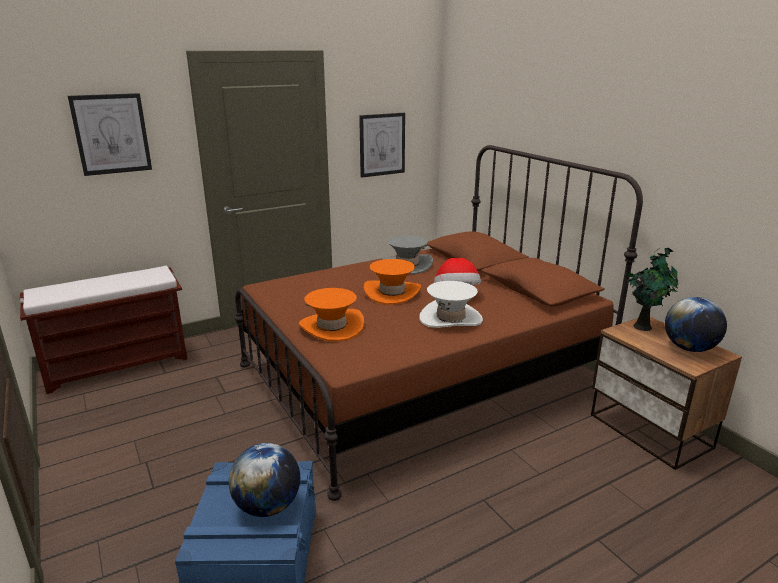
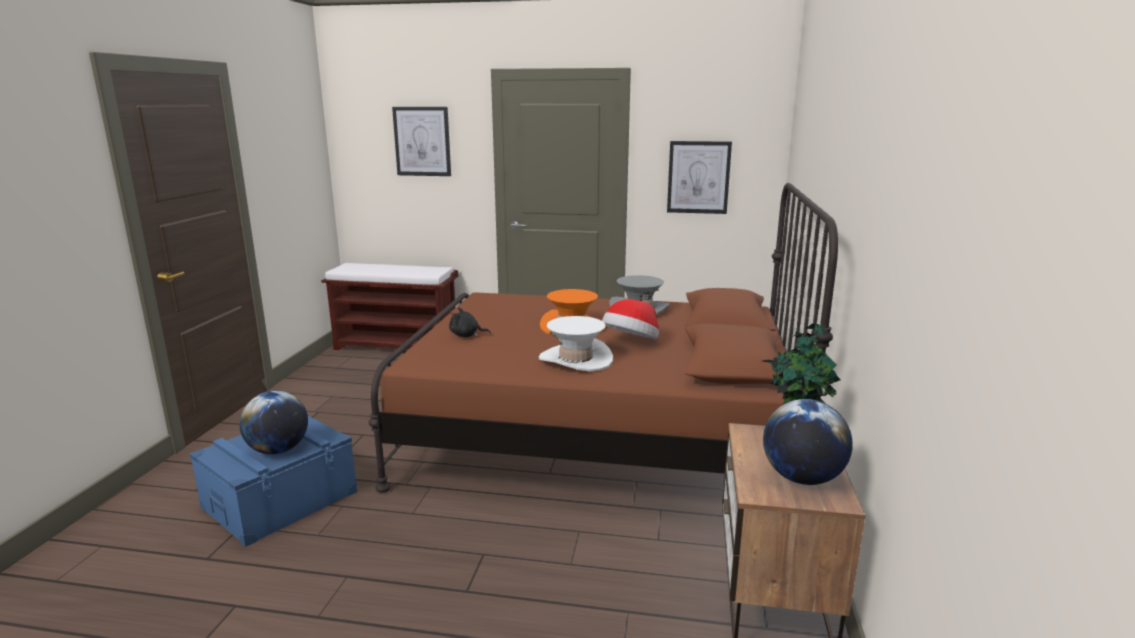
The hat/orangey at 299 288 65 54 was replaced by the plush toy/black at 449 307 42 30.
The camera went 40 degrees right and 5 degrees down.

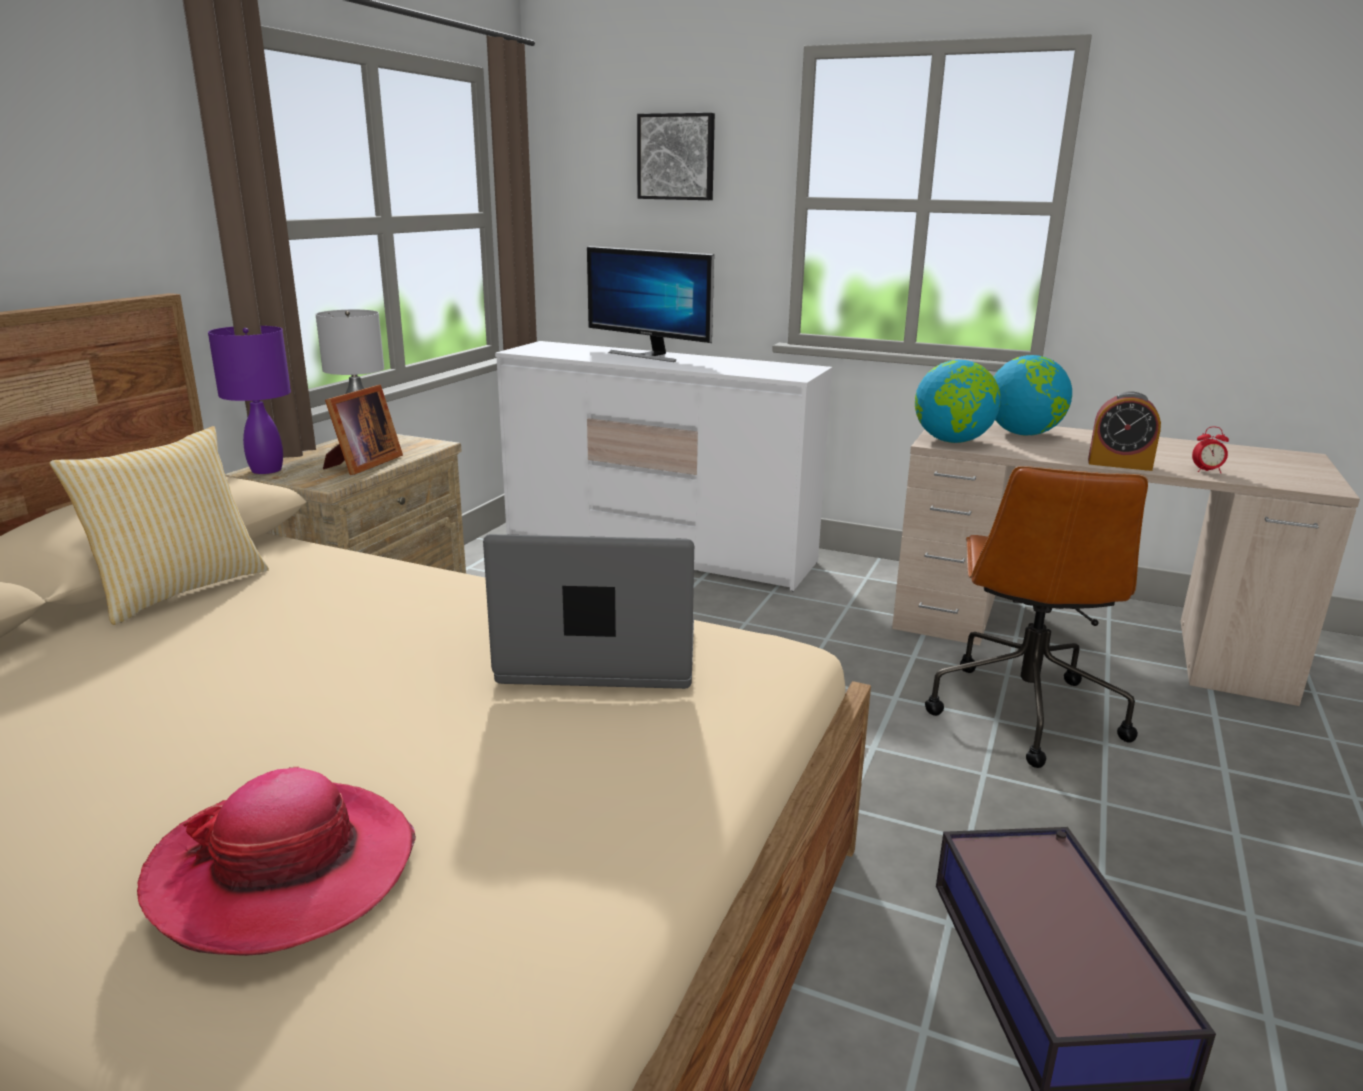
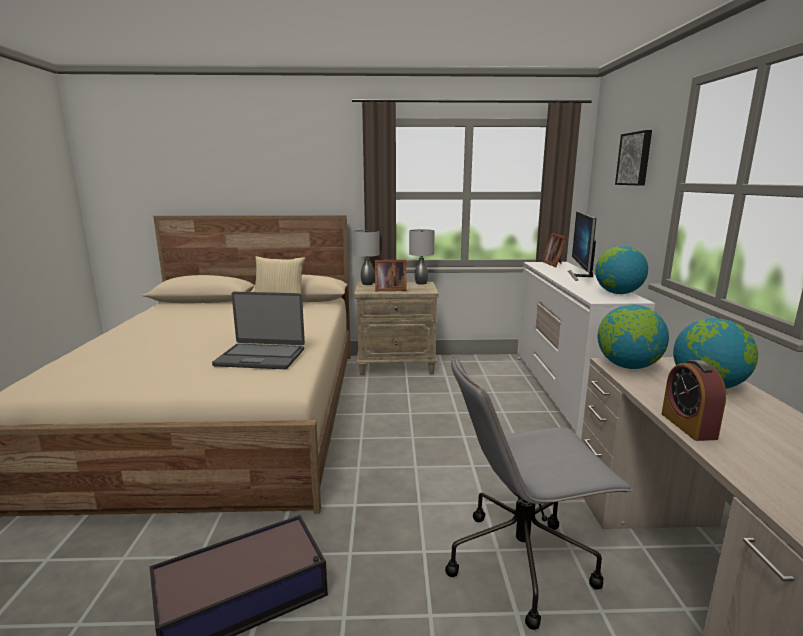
The hat at 137 767 279 189 disappeared.
The table clock at 1192 427 37 46 disappeared.
The standing frame at 542 233 25 34 appeared.
The world globe at 595 246 53 48 appeared.
The lamp for a table/purplish at 208 326 83 148 became the lamp for a table/greyish at 354 230 26 55.
The office chair/brown at 925 466 223 302 became the office chair/greyish at 445 357 189 273.
The notebook computer at 483 534 211 155 turned 120 degrees clockwise.
The camera went 65 degrees right and 5 degrees down.

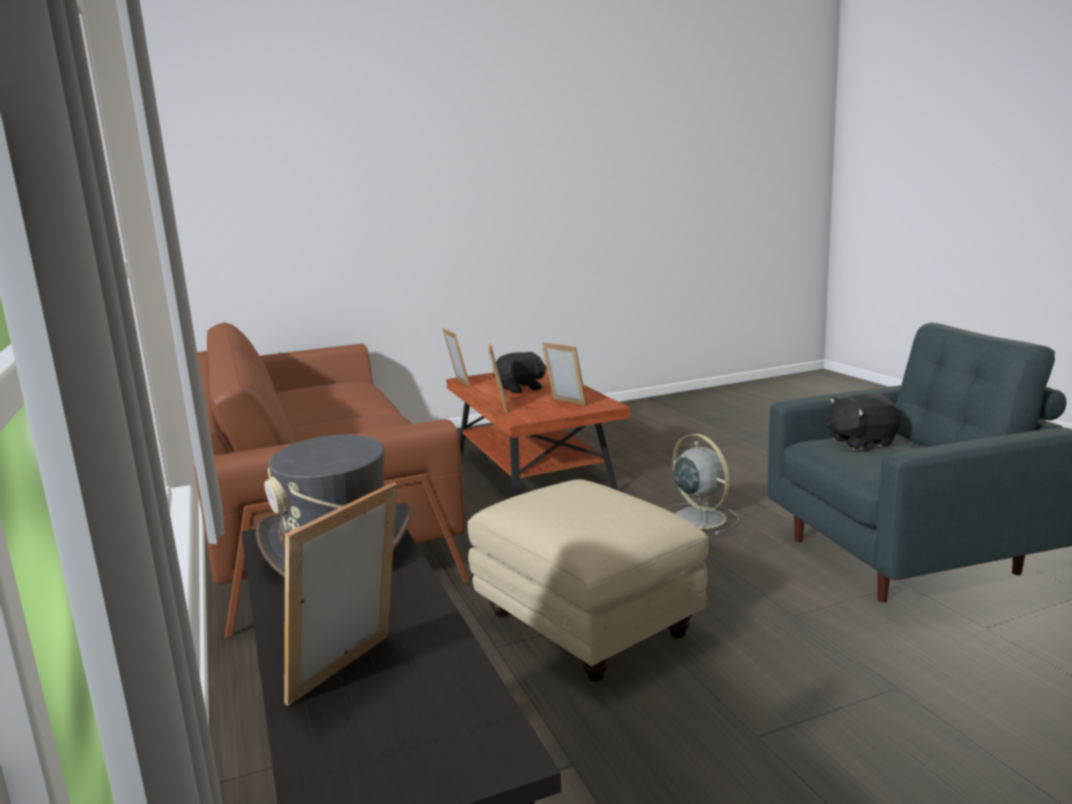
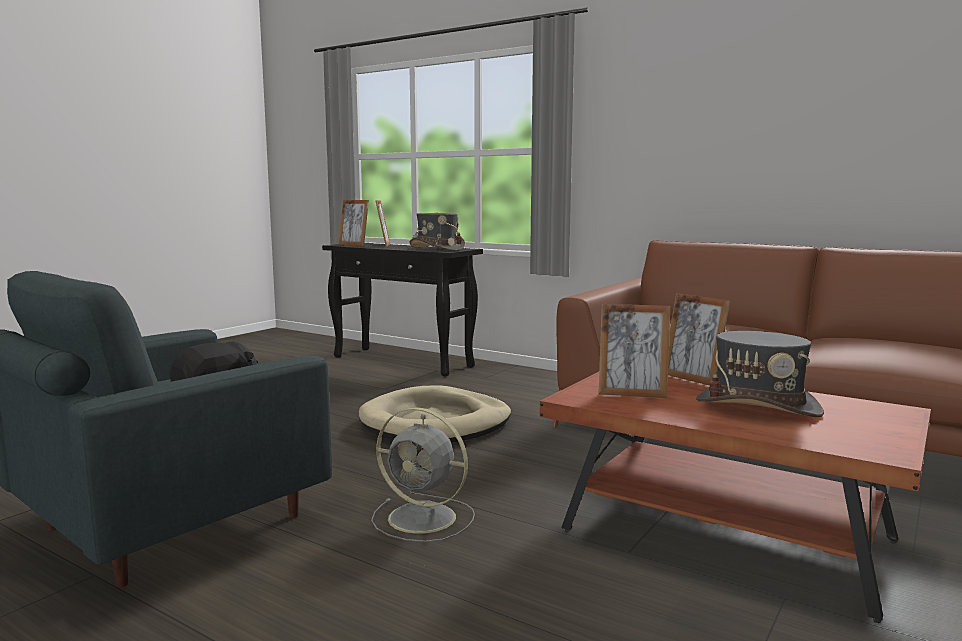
The standing frame moved from 442 328 29 59 to 338 200 31 46.
The pouffe/beige at 467 479 242 203 was replaced by the dog bed/beige at 359 385 152 57.
The plush toy/black at 493 352 53 42 was replaced by the hat/greyish at 696 331 128 87.
The camera went 145 degrees right and 5 degrees down.

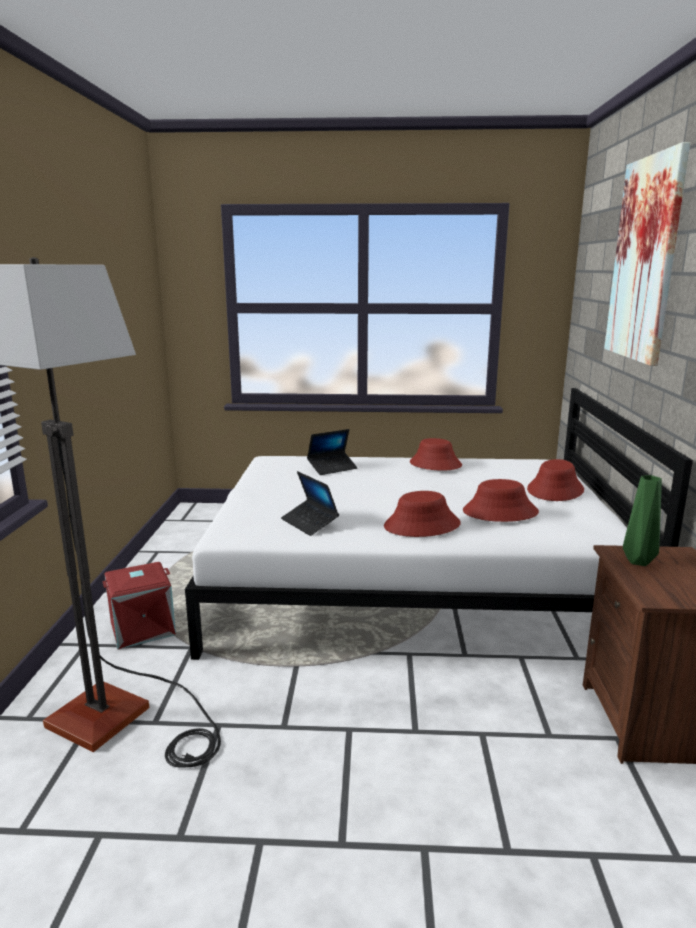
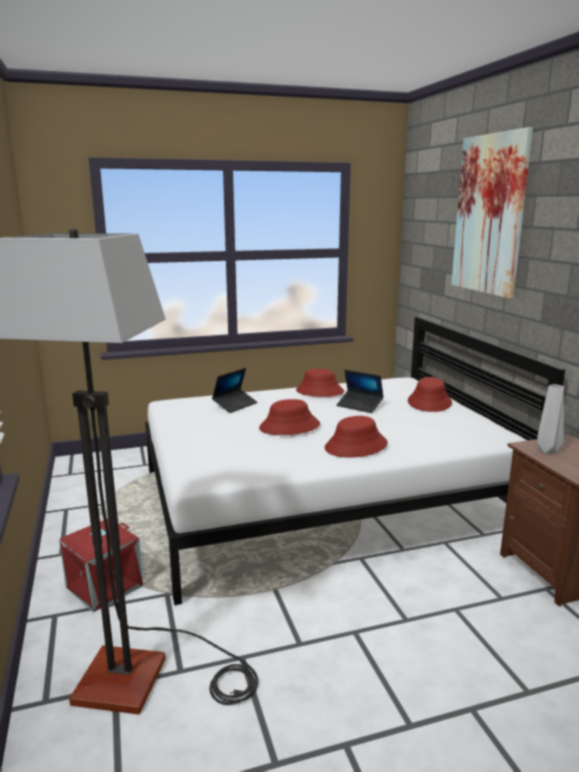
The notebook computer moved from 281 471 58 65 to 337 370 47 43.
The hat/red-coloured moved from 463 479 76 43 to 259 399 61 36.
The flower vase/green-coloured at 623 475 39 91 became the flower vase/greyish at 537 384 27 70.
The camera went 20 degrees left and 0 degrees up.

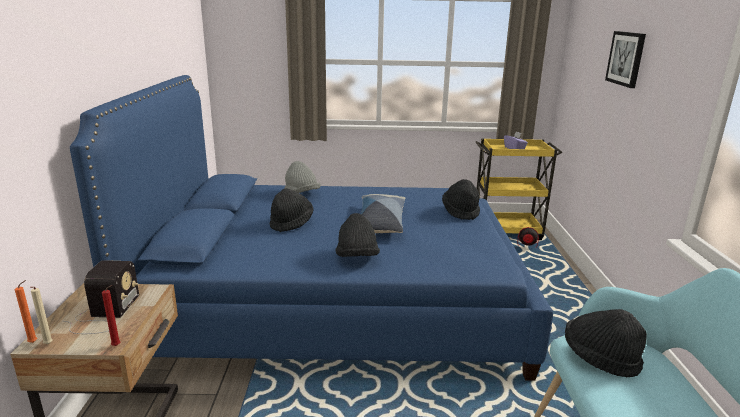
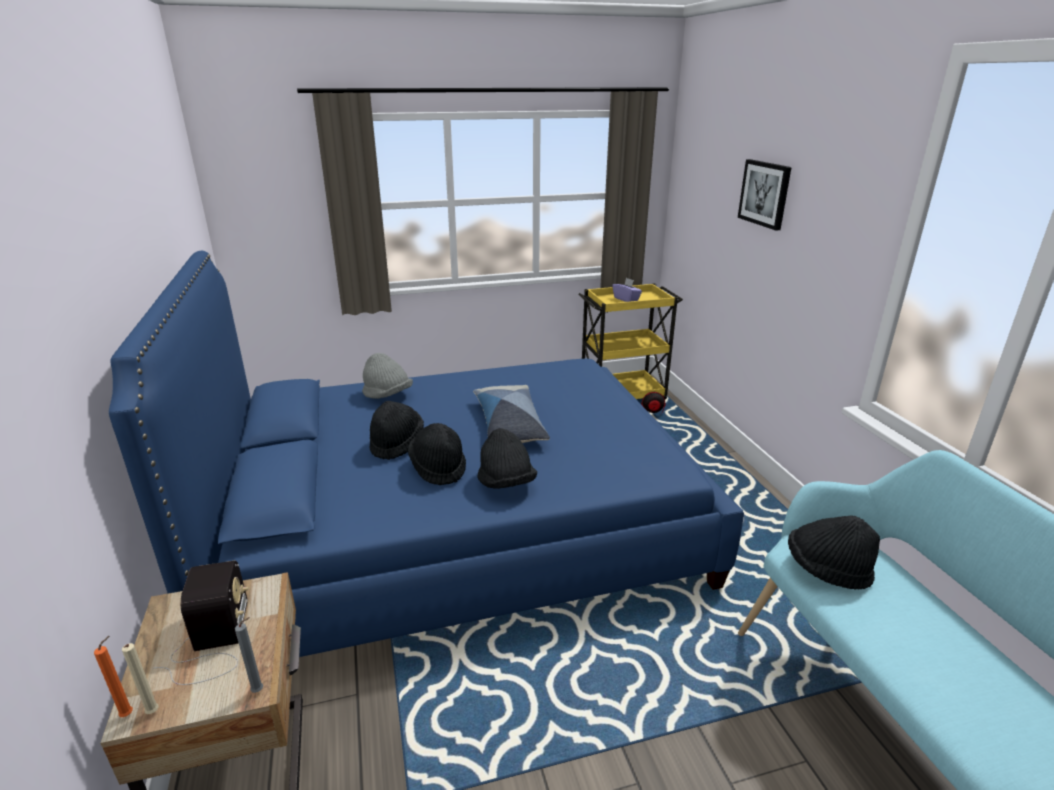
The hat/black moved from 442 179 38 41 to 408 423 58 62.
The wax candle/red-coloured at 102 285 18 61 became the wax candle/greyish at 235 617 28 76.
The camera went 15 degrees left and 5 degrees up.

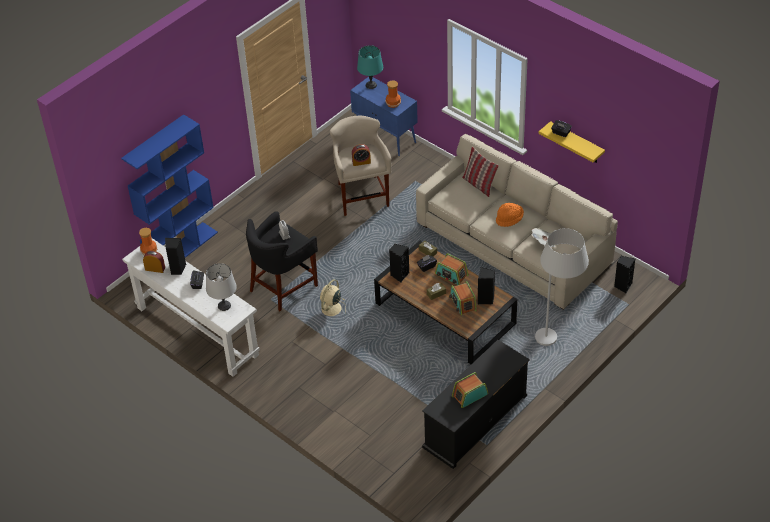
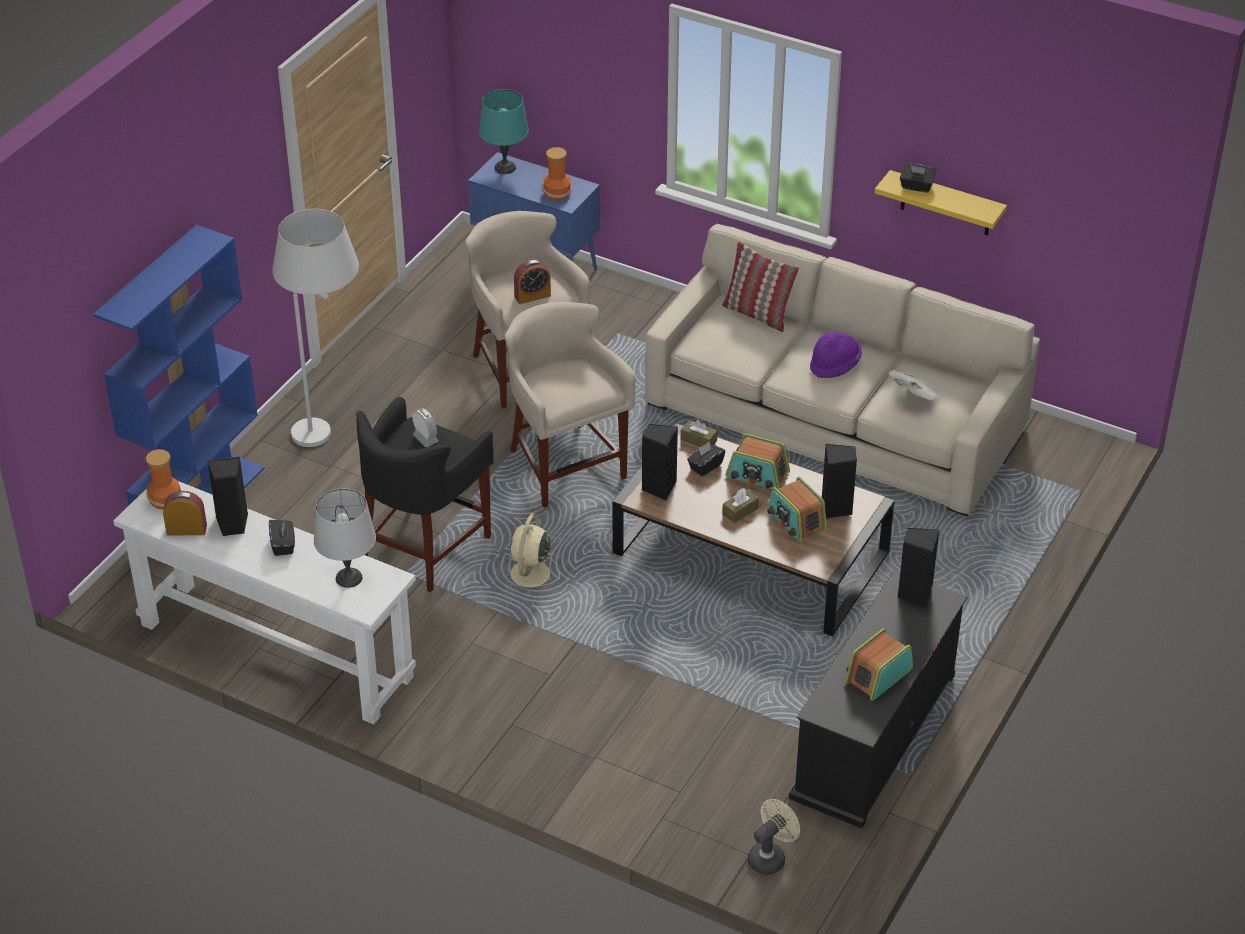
The stool seat/beige at 505 302 130 206 appeared.
The fan/beige at 748 799 52 76 appeared.
The standard lamp/whitish moved from 535 228 54 118 to 272 209 87 238.
The loudspeaker/black moved from 614 256 21 37 to 897 528 42 80.
The hat/orangey at 496 203 28 24 became the hat/purplish at 810 331 52 47.
The camera went 15 degrees left and 5 degrees down.

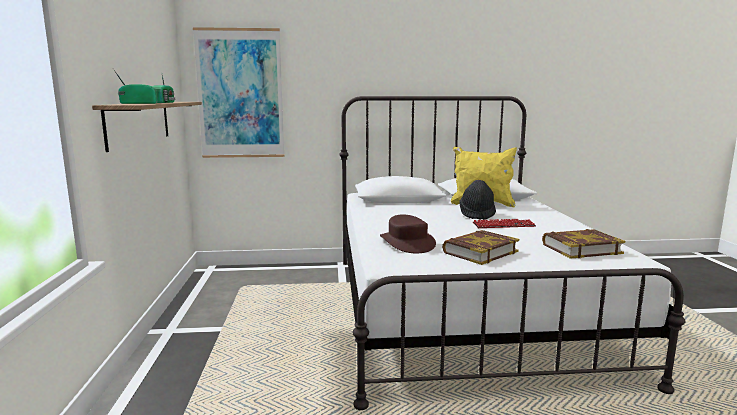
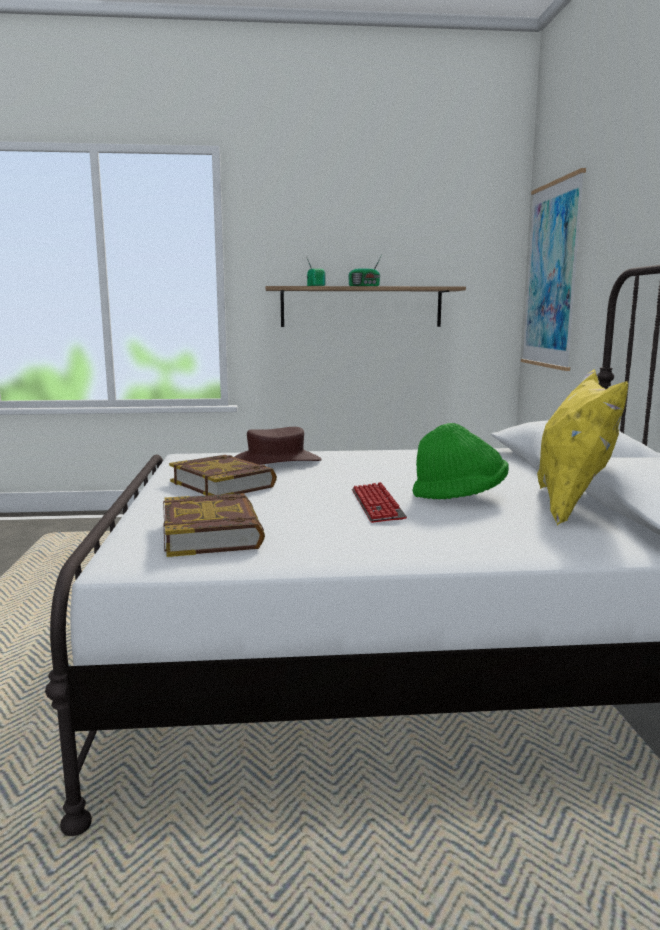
The hat/black at 459 180 37 40 became the hat/green-coloured at 413 423 96 76.
The camera went 90 degrees right and 0 degrees up.

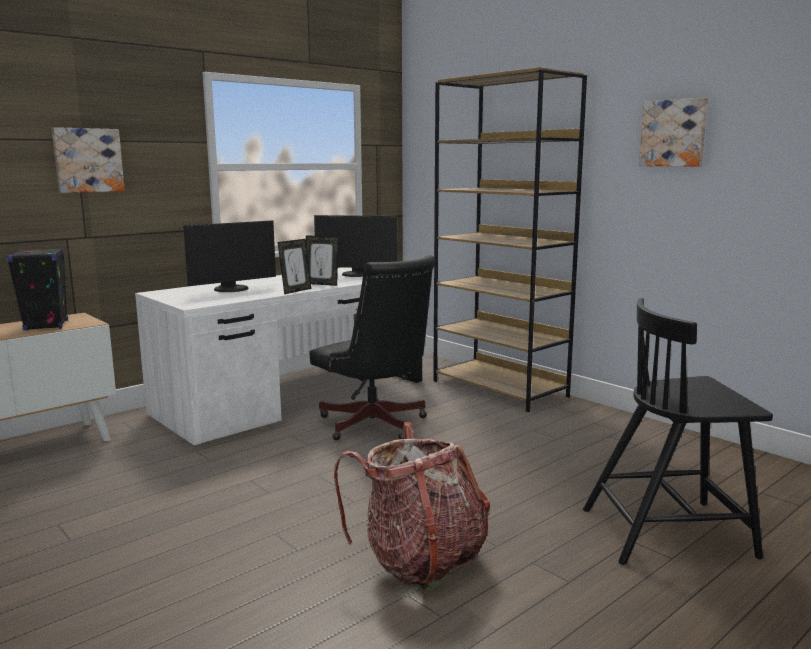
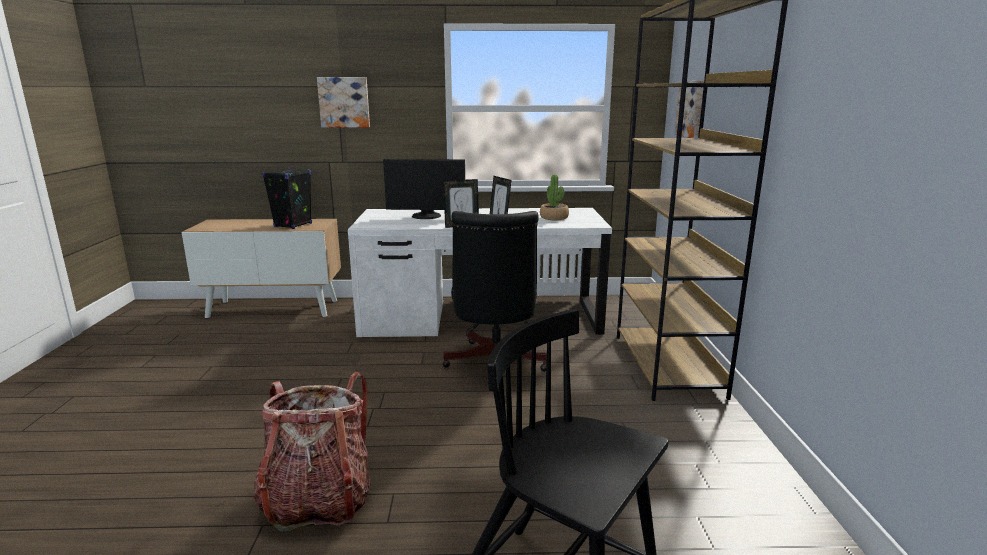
The wall picture moved from 639 97 69 70 to 674 81 30 57.
The computer display at 314 215 83 62 was replaced by the houseplant at 540 174 29 46.
The camera went 40 degrees right and 5 degrees up.

